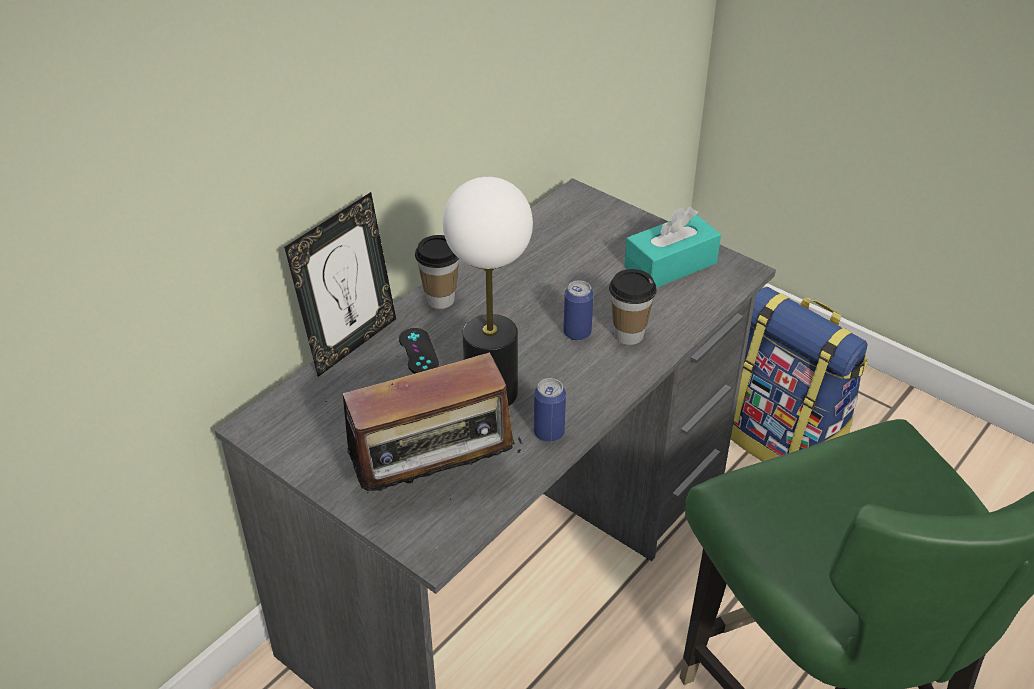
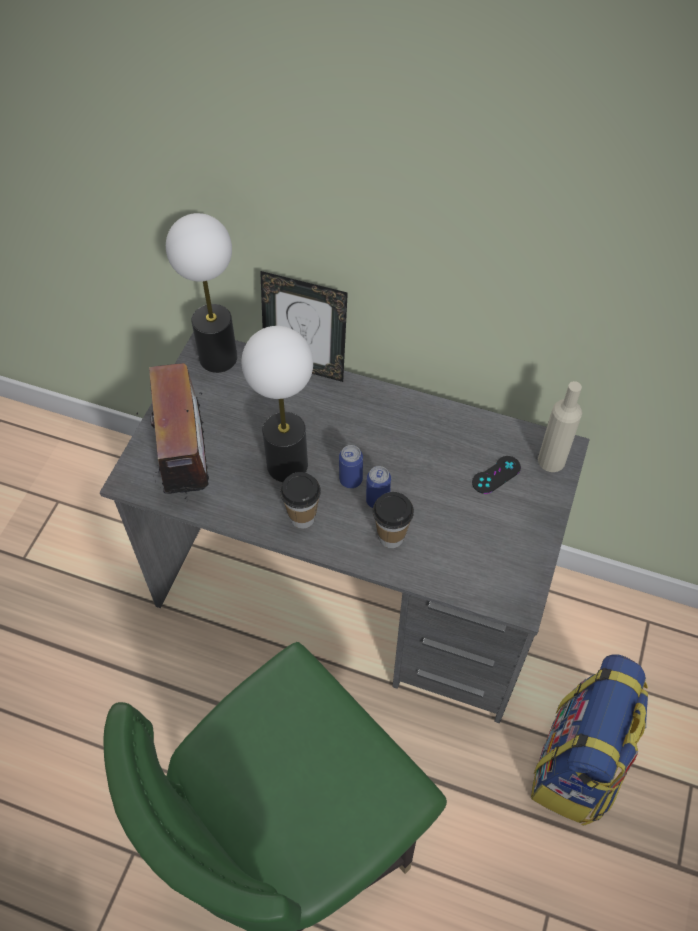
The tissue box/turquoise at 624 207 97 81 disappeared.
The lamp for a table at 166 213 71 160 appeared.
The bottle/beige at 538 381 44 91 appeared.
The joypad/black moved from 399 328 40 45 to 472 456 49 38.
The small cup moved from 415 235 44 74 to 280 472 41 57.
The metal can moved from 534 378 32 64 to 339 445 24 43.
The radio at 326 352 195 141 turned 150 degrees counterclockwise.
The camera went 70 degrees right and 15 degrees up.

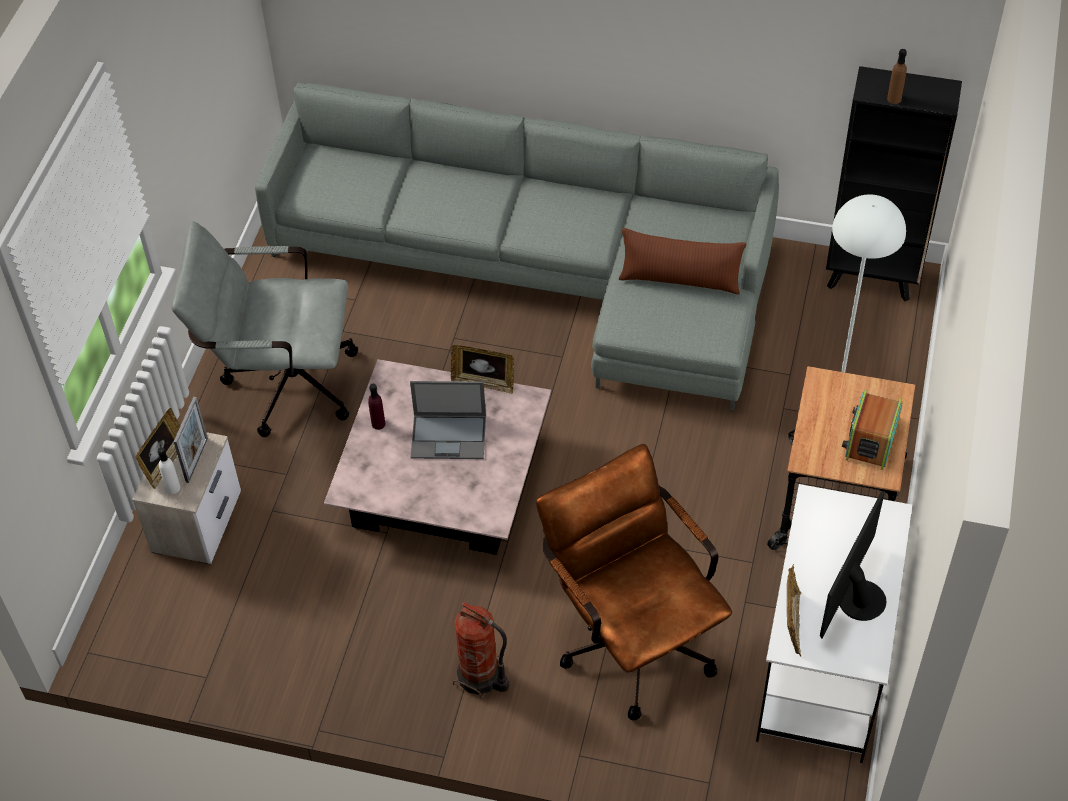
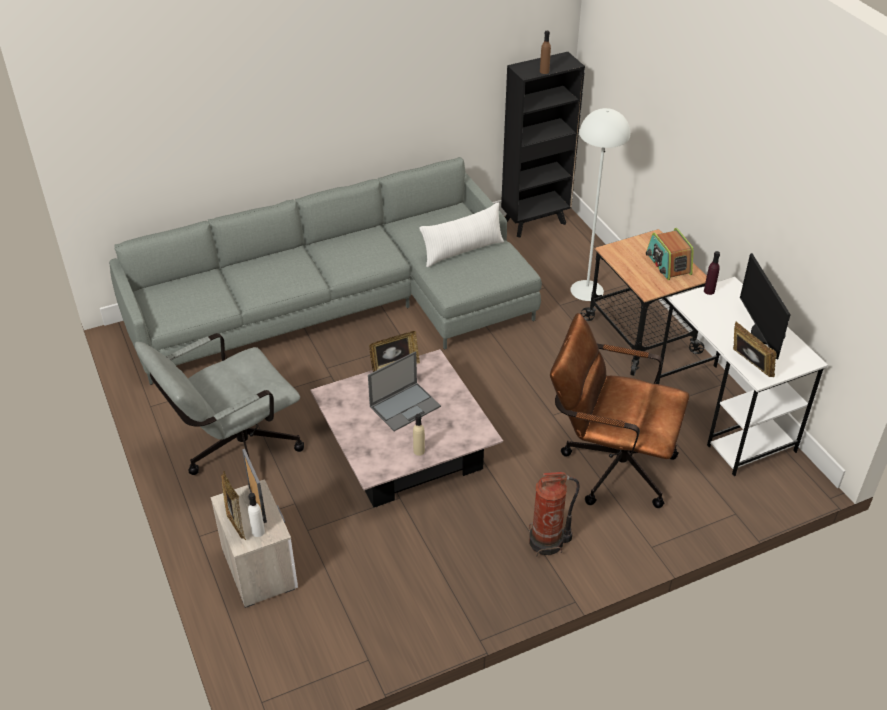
The bottle/beige at 413 414 12 42 appeared.
The bottle/purplish moved from 368 384 17 46 to 704 251 16 44.
The throw pillow/brown at 619 228 128 67 became the throw pillow/whitish at 419 202 85 65.
The camera went 40 degrees left and 10 degrees down.

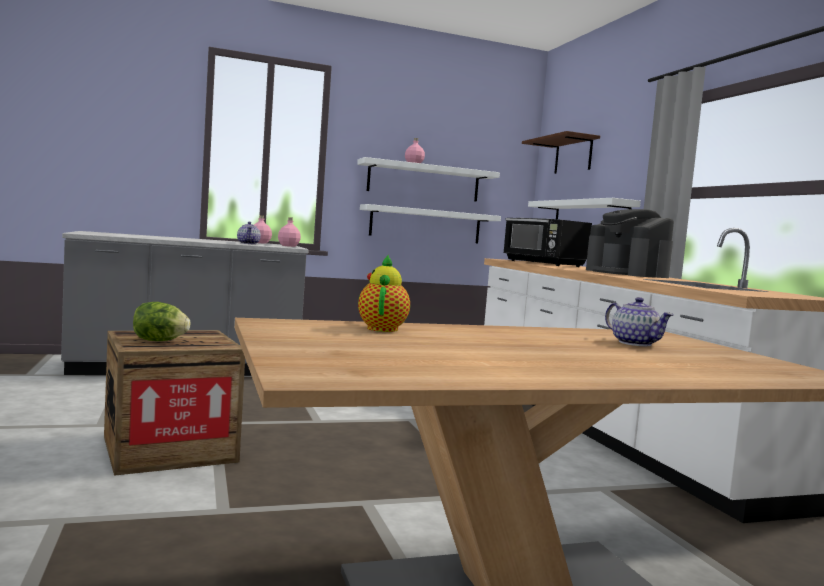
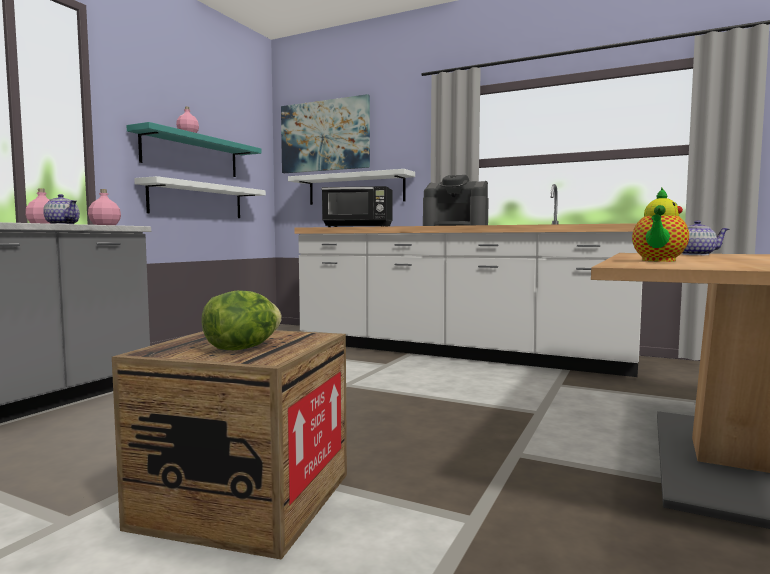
The shelf/brown at 522 131 78 43 was replaced by the wall picture at 281 94 89 79.
The shelf/whitish at 357 157 143 45 became the shelf/turquoise at 126 122 135 55.
The tea pot at 358 254 52 78 turned 105 degrees counterclockwise.
The camera went 45 degrees left and 0 degrees up.

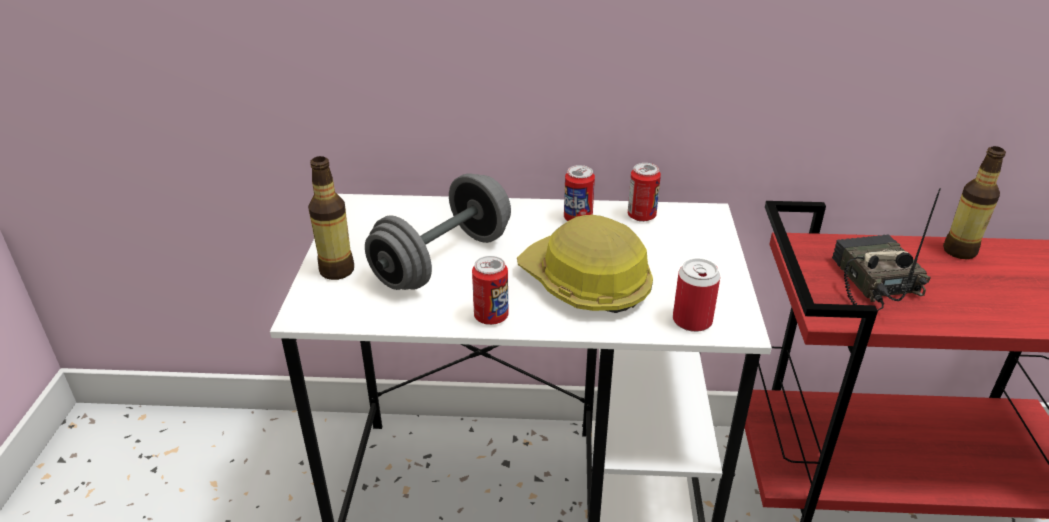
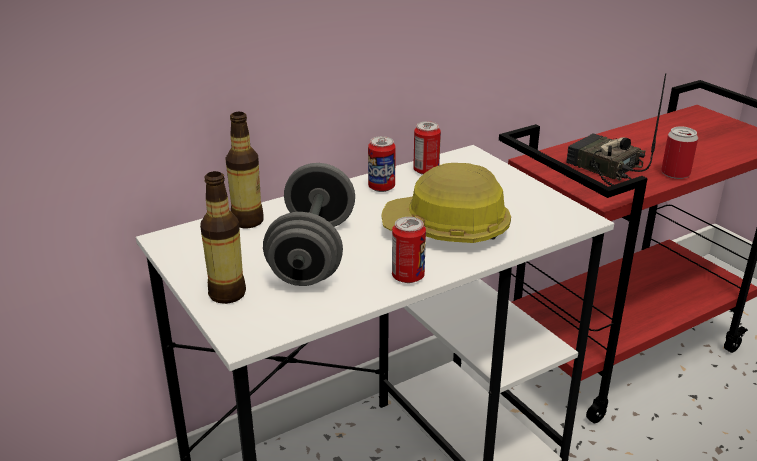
The metal can moved from 673 258 47 74 to 661 126 37 53.
The bottle moved from 943 146 63 113 to 225 112 39 116.
The camera went 35 degrees left and 5 degrees down.

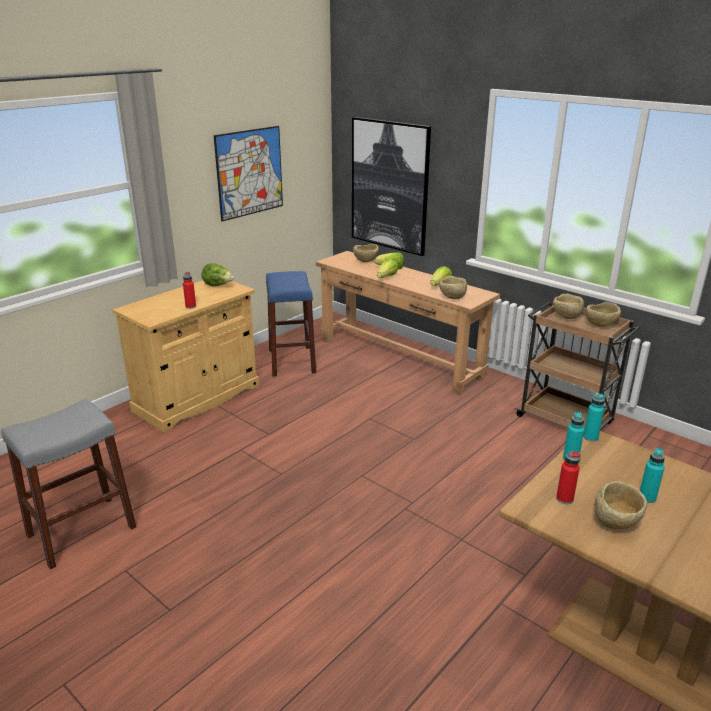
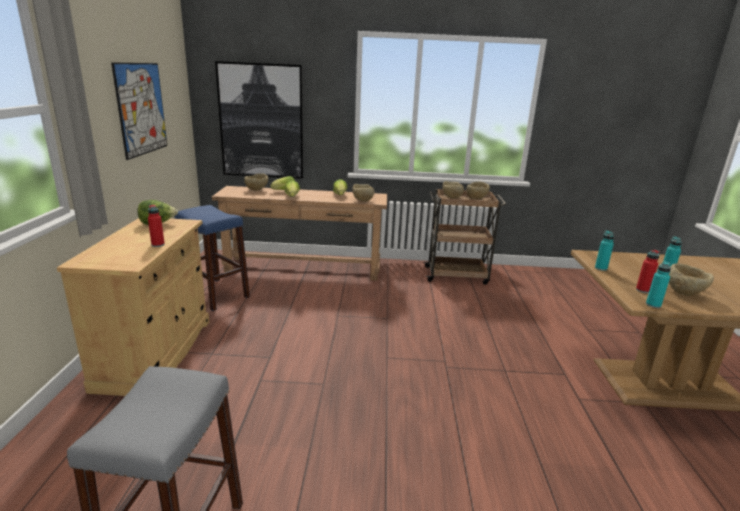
The bottle/turquoise moved from 583 394 22 48 to 646 261 25 47.
The camera went 40 degrees left and 5 degrees down.

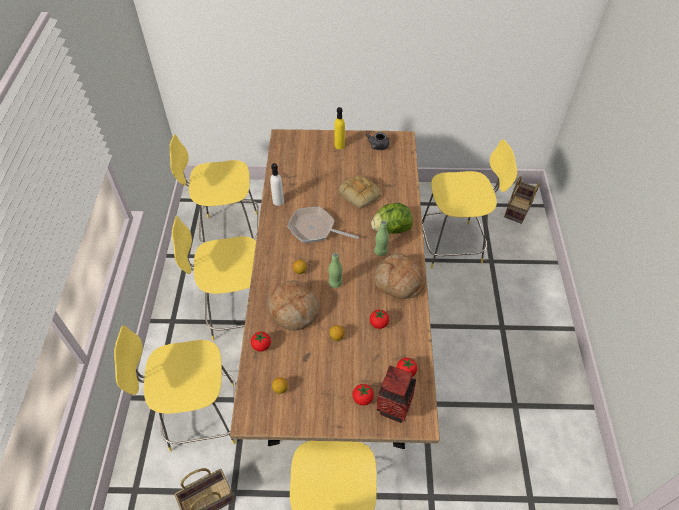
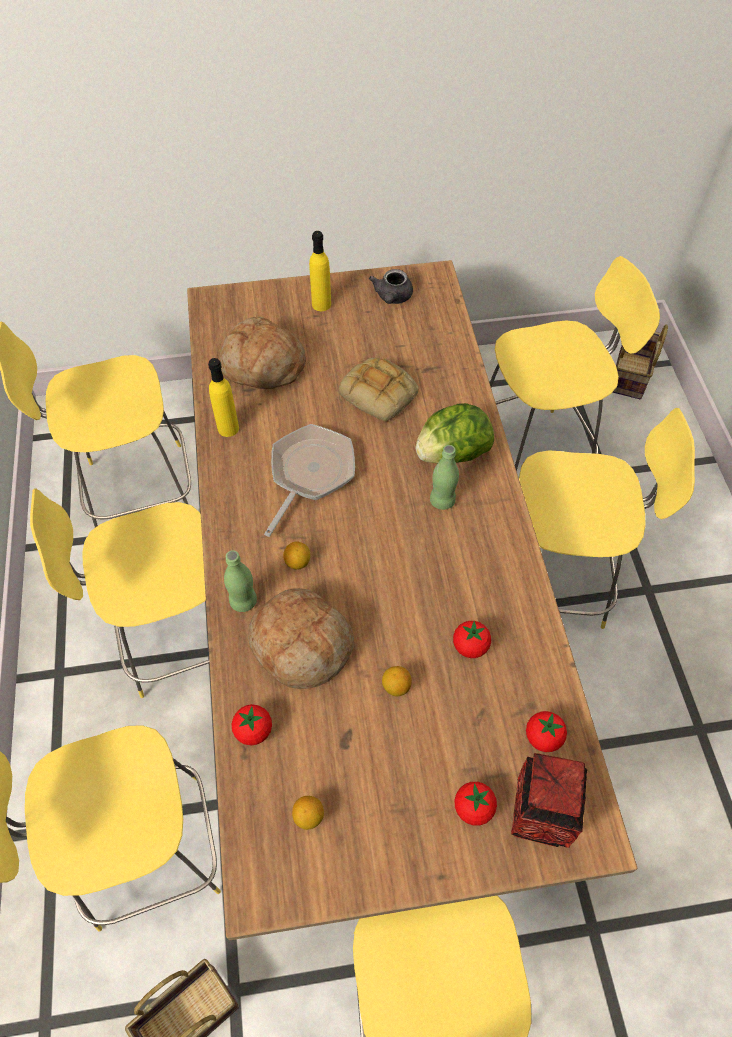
The stool seat/yellow at 519 408 176 221 appeared.
The bottle/green-coloured moved from 328 253 15 35 to 224 550 33 62.
The bread moved from 373 253 53 46 to 219 317 87 72.
The bottle/whitish at 270 163 14 43 became the bottle/yellow at 208 358 31 79.
The pan at 287 207 72 36 turned 105 degrees clockwise.
The camera went 10 degrees left and 5 degrees up.

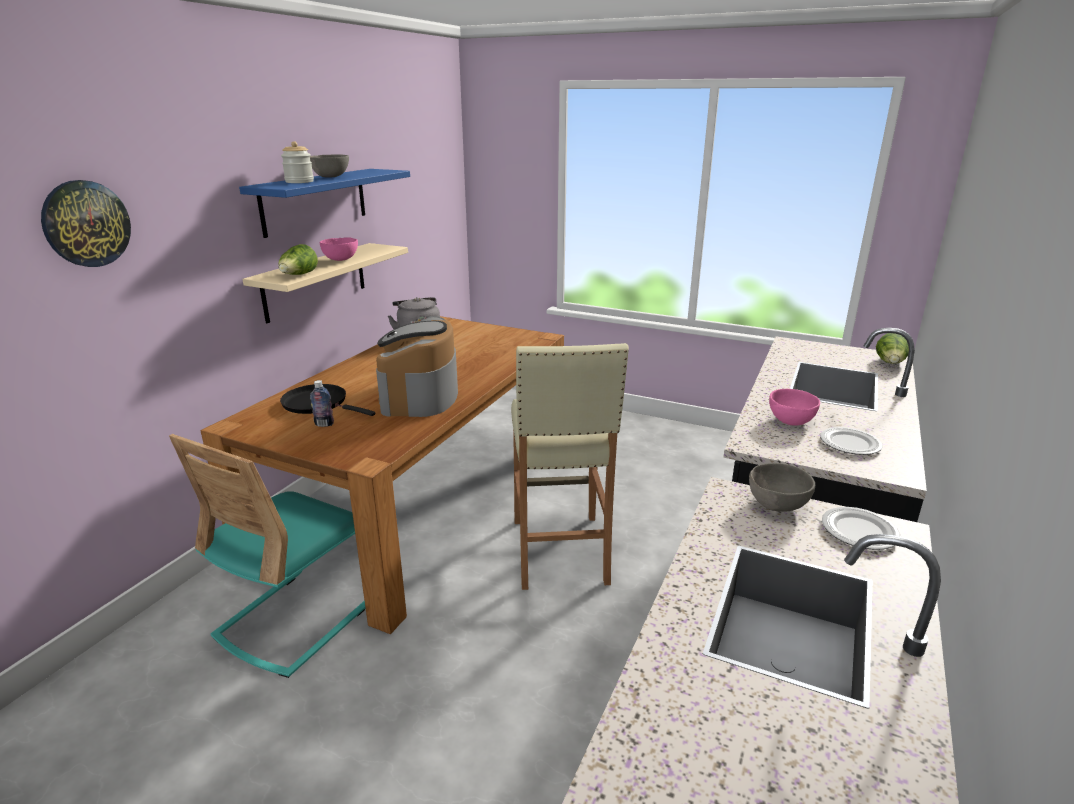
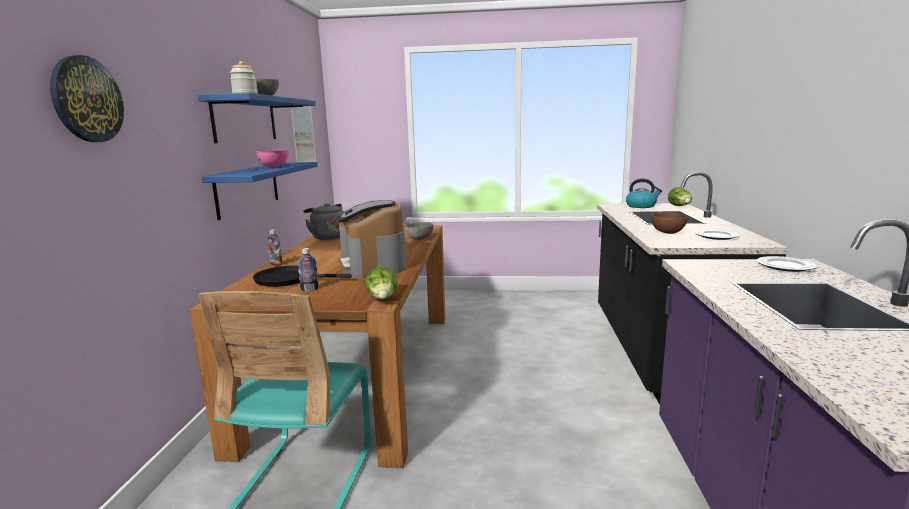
The stool seat/beige at 511 343 118 247 disappeared.
The bottle at 267 229 15 37 appeared.
The wall picture at 289 97 27 65 appeared.
The kettle at 626 178 36 30 appeared.
The head of lettuce moved from 278 244 40 31 to 365 266 32 34.
The deep dish/greyish moved from 749 463 66 49 to 405 222 28 18.
The shelf/beige at 243 243 165 80 became the shelf/blue at 201 162 117 58.
The deep dish/pinkish at 769 389 51 37 became the deep dish/brown at 651 212 37 22.
The camera went 20 degrees left and 10 degrees down.

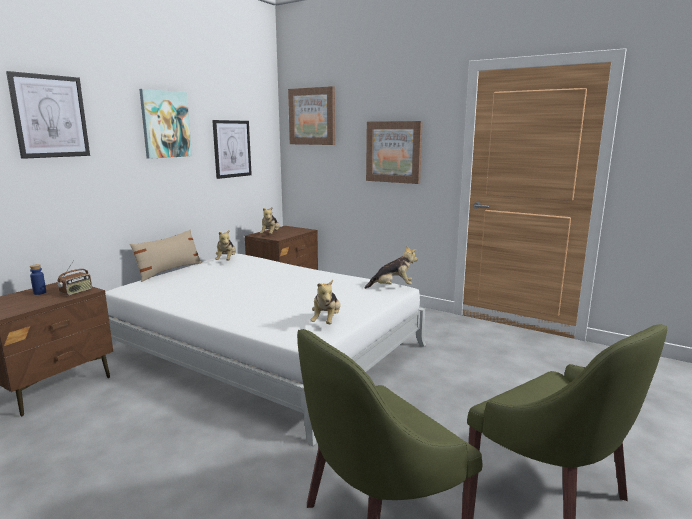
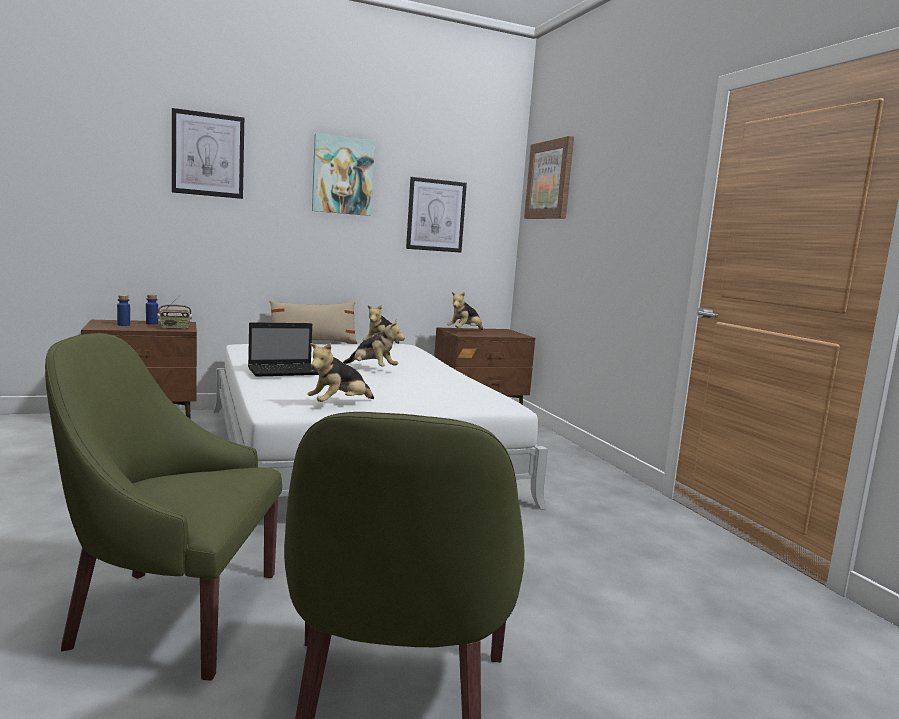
The wall picture at 366 121 57 63 disappeared.
The bottle/blue at 117 295 13 31 appeared.
The notebook computer at 248 322 71 55 appeared.
The plush toy moved from 365 246 53 43 to 343 319 62 47.
The camera went 35 degrees right and 5 degrees down.

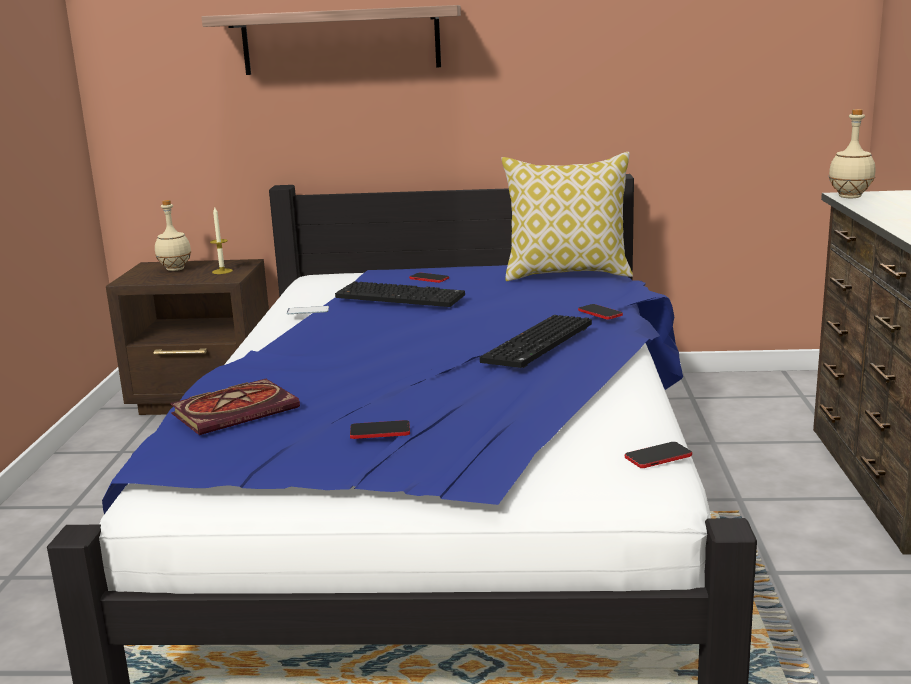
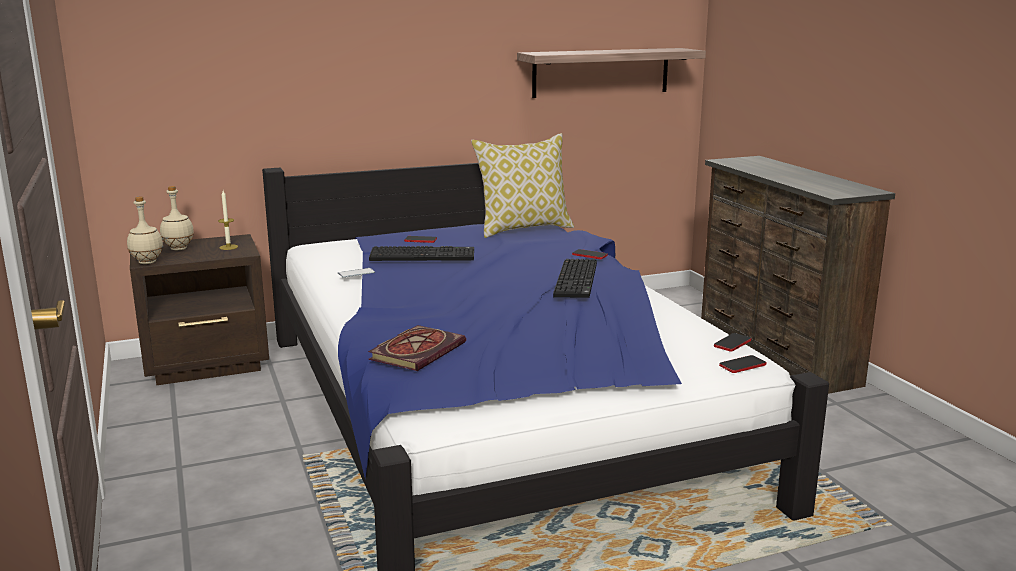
The shelf moved from 201 5 260 70 to 517 48 189 50.
The phone moved from 350 420 60 19 to 719 355 47 18.
The bottle/beige moved from 829 109 46 89 to 127 197 36 67.
The camera went 25 degrees left and 0 degrees up.

